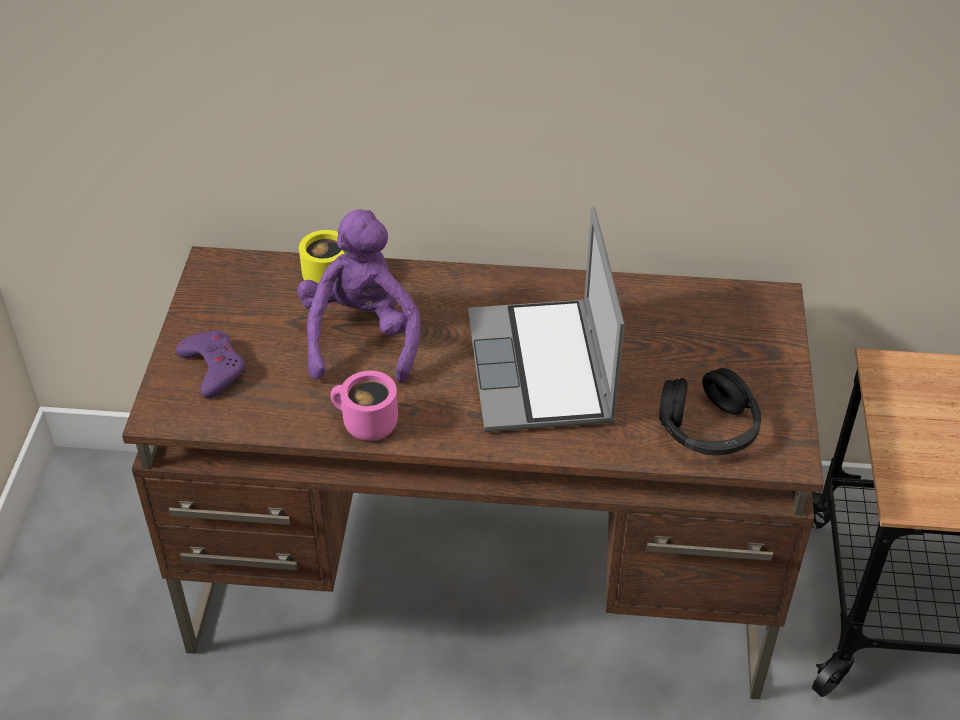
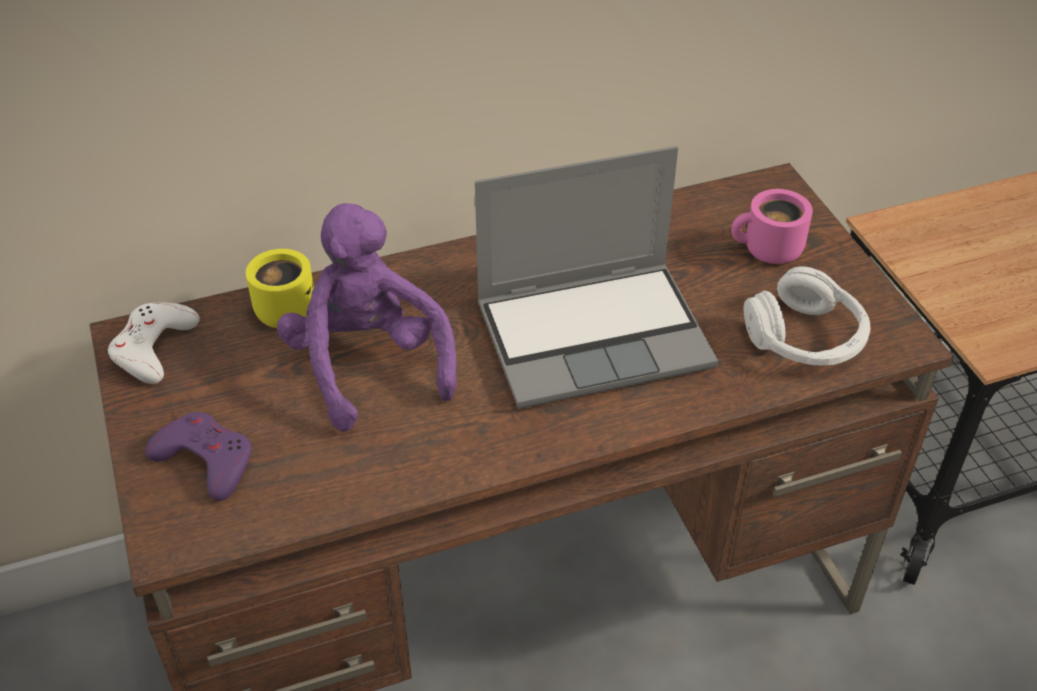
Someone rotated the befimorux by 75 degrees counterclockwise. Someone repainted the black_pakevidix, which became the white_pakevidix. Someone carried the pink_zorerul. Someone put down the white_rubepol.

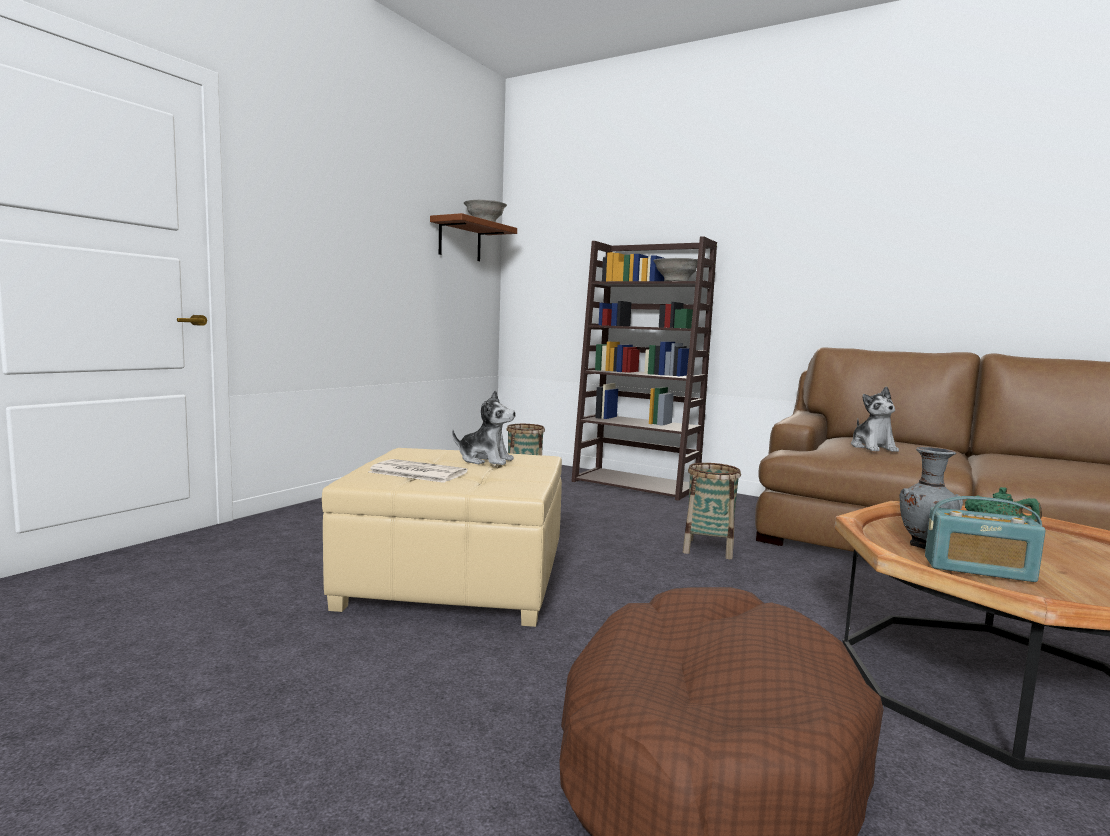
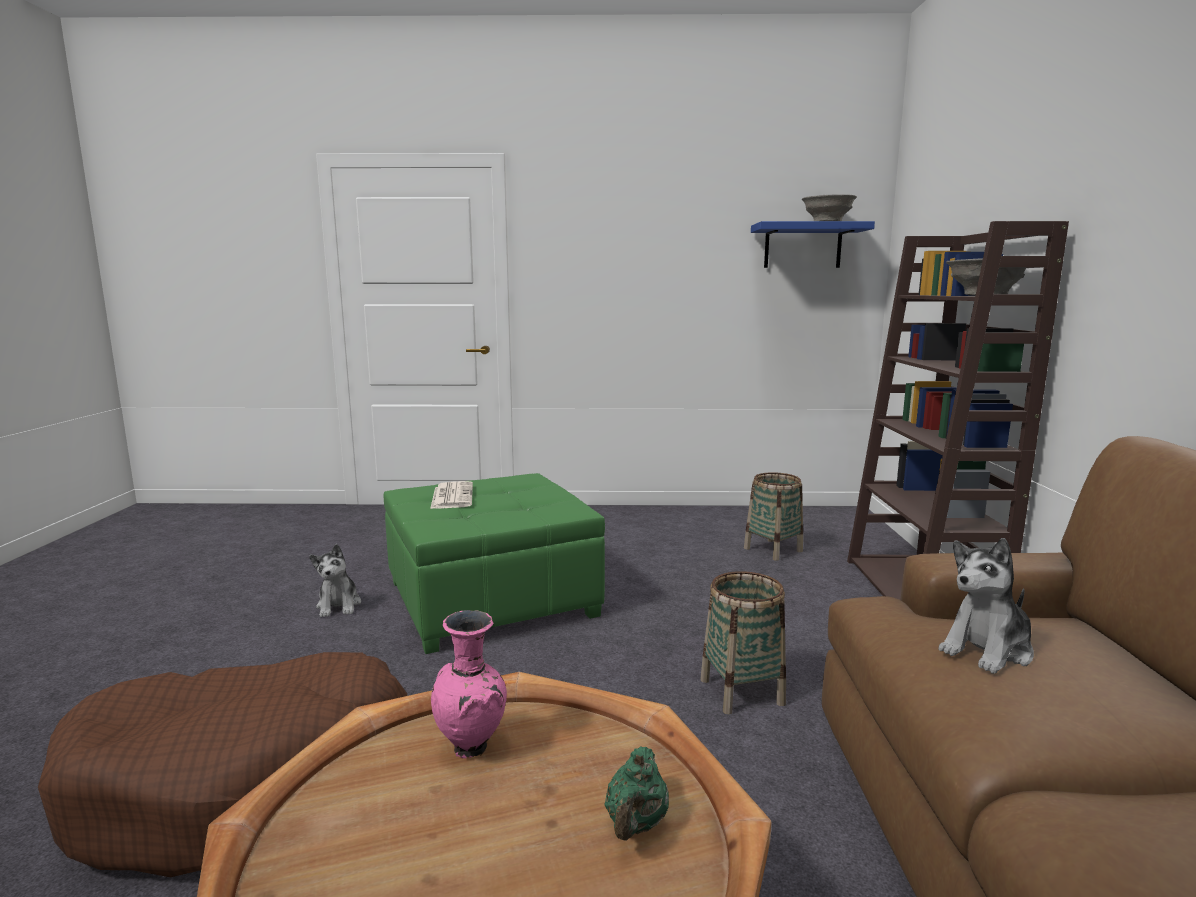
Someone repainted the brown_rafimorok, which became the blue_rafimorok. Someone carried the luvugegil (1st from left). Someone repainted the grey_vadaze, which became the pink_vadaze. Someone repainted the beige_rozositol, which became the green_rozositol. Someone took away the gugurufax.

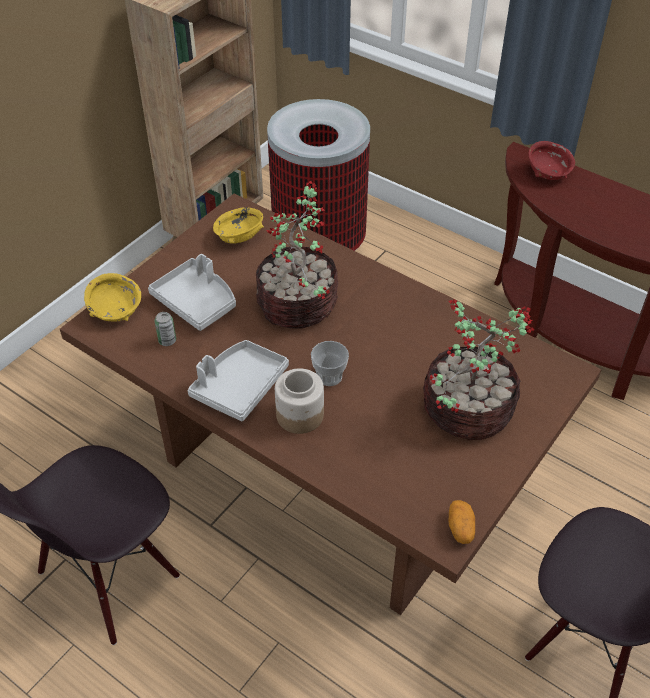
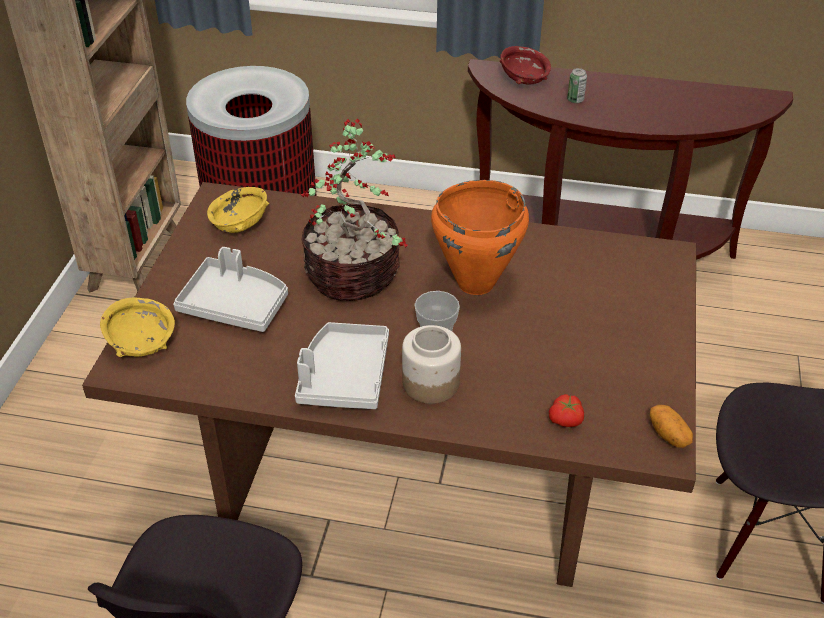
Someone took away the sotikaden (2nd from left). Someone carried the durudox. Someone put down the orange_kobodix. Someone put down the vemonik.

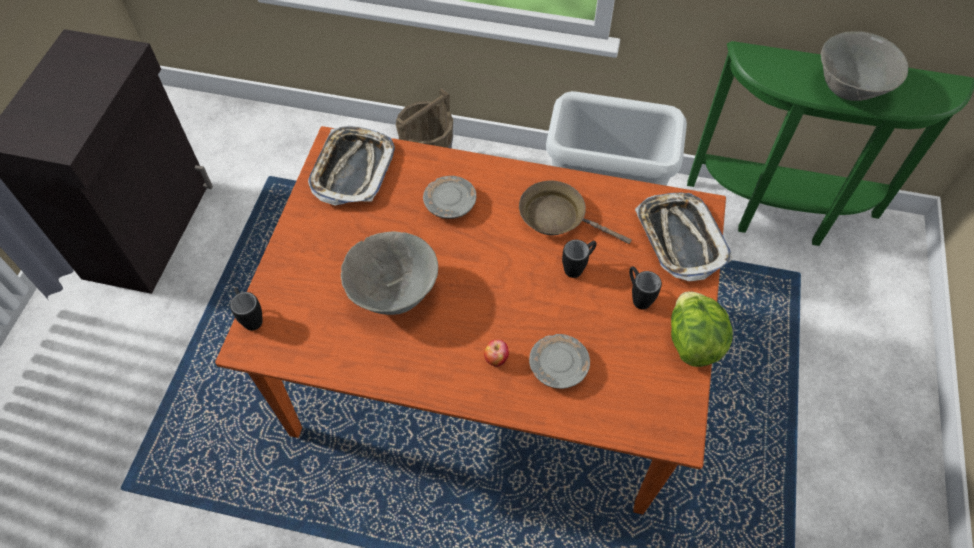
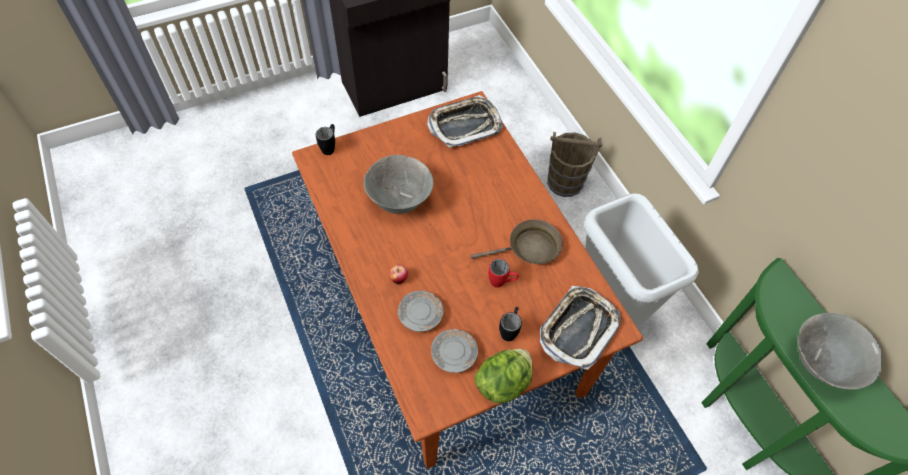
Someone carried the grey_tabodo (1st from left in the first image). Someone rotated the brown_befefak by 90 degrees clockwise. Someone repainted the black_zorerul (2nd from left), which became the red_zorerul.

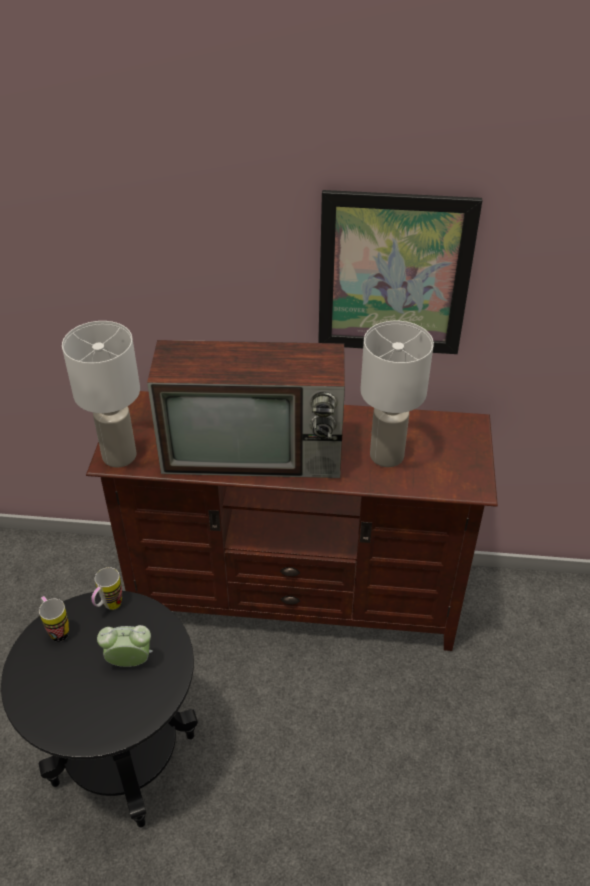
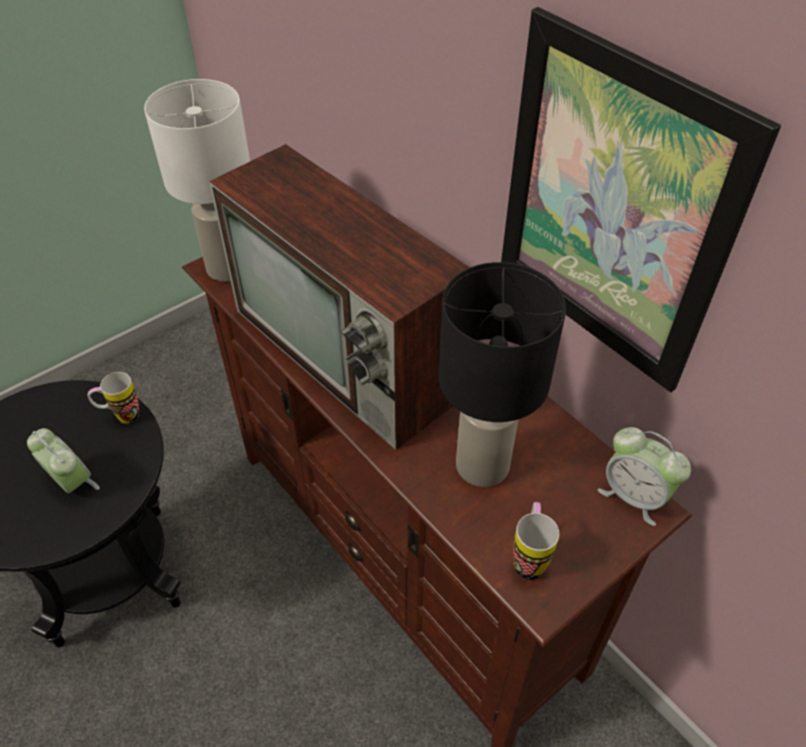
Someone repainted the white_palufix (2nd from left), which became the black_palufix. Someone carried the zorerul (1st from left in the first image). Someone put down the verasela (2nd from left).

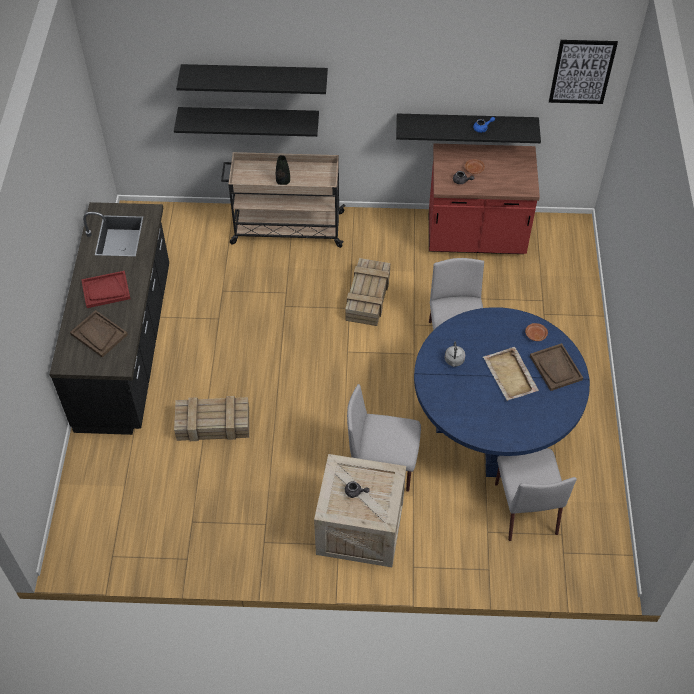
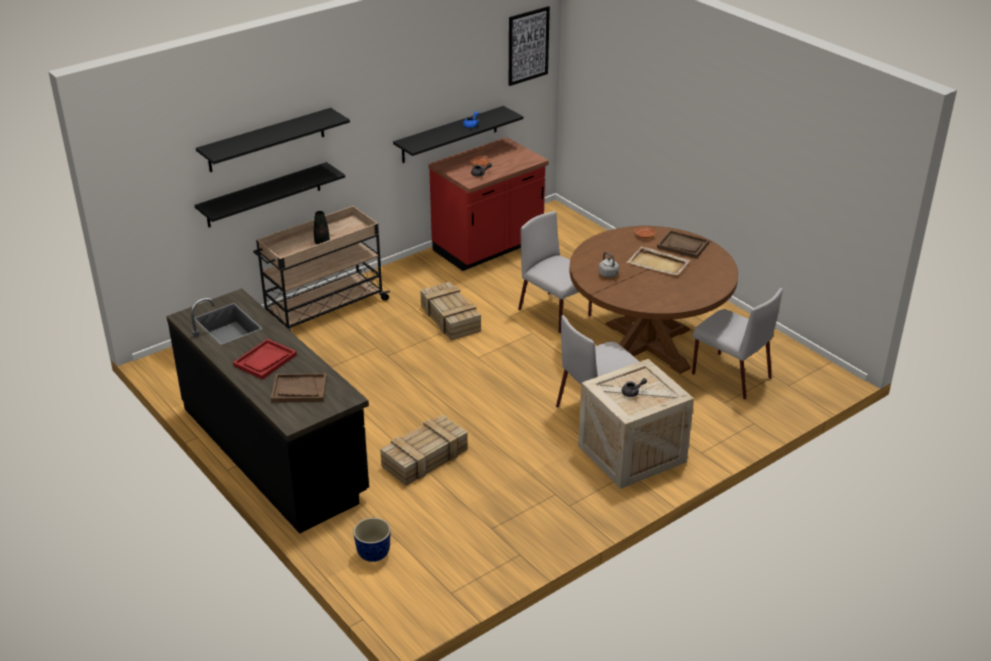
Someone repainted the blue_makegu, which became the brown_makegu. Someone put down the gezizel.

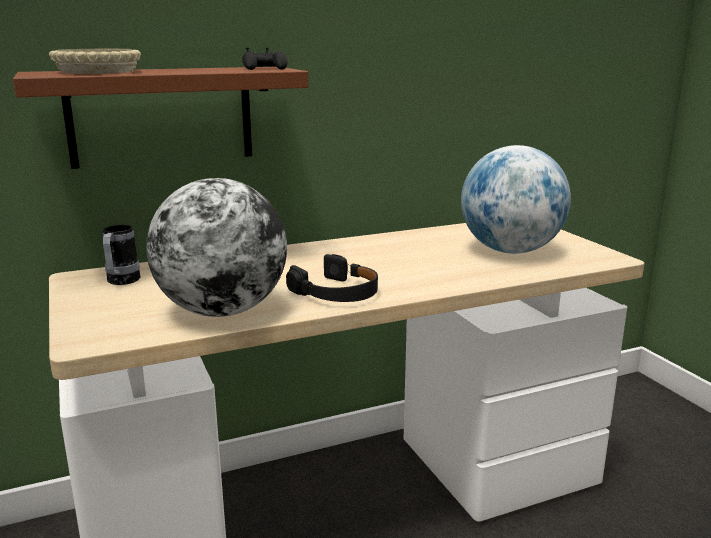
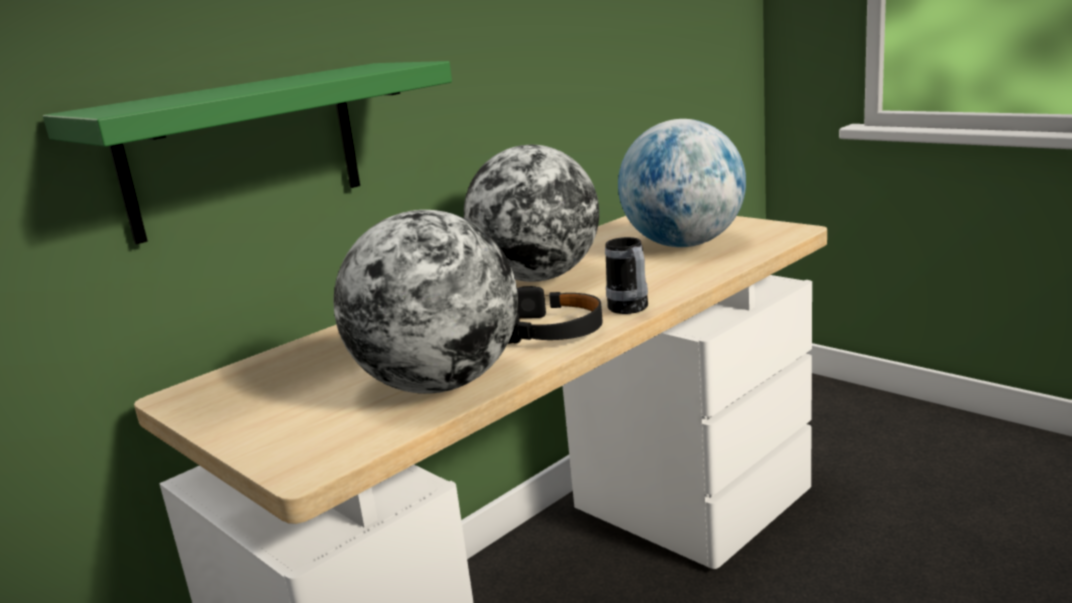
Someone took away the black_rubepol. Someone took away the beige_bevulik. Someone repainted the brown_rafimorok, which became the green_rafimorok. Someone carried the zorerul. Someone put down the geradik (2nd from left).

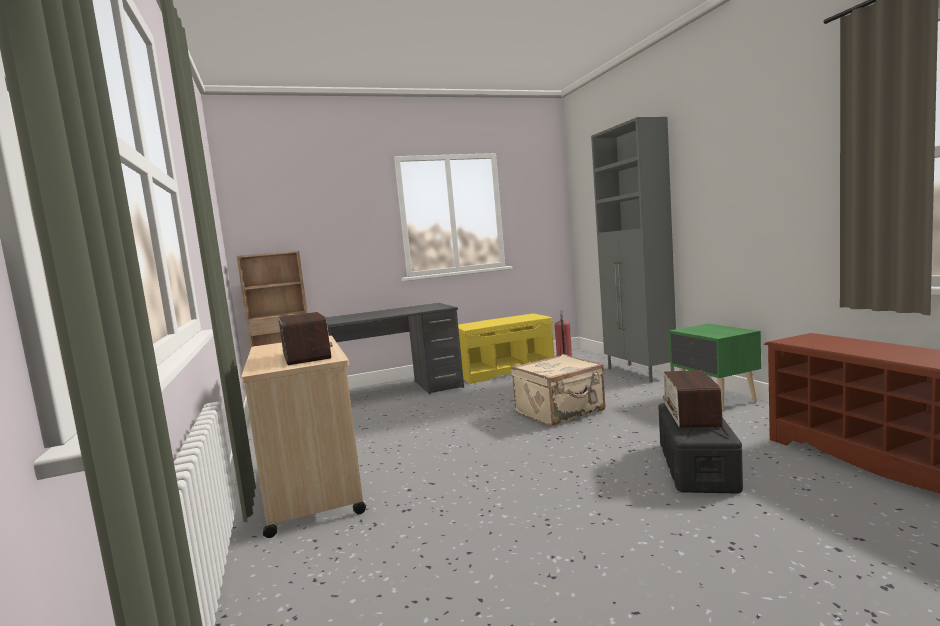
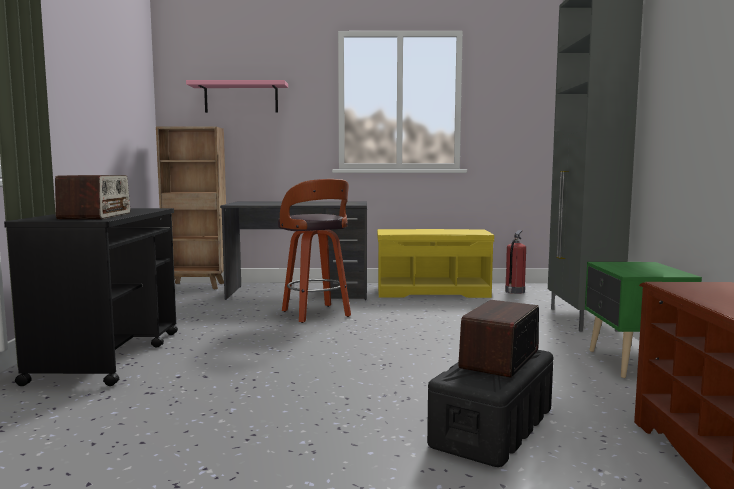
Someone repainted the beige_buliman, which became the black_buliman. Someone took away the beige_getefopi. Someone put up the pink_rafimorok. Someone put down the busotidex.

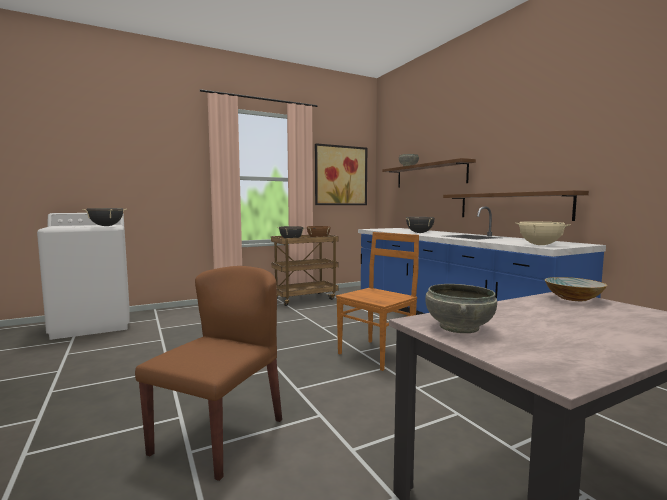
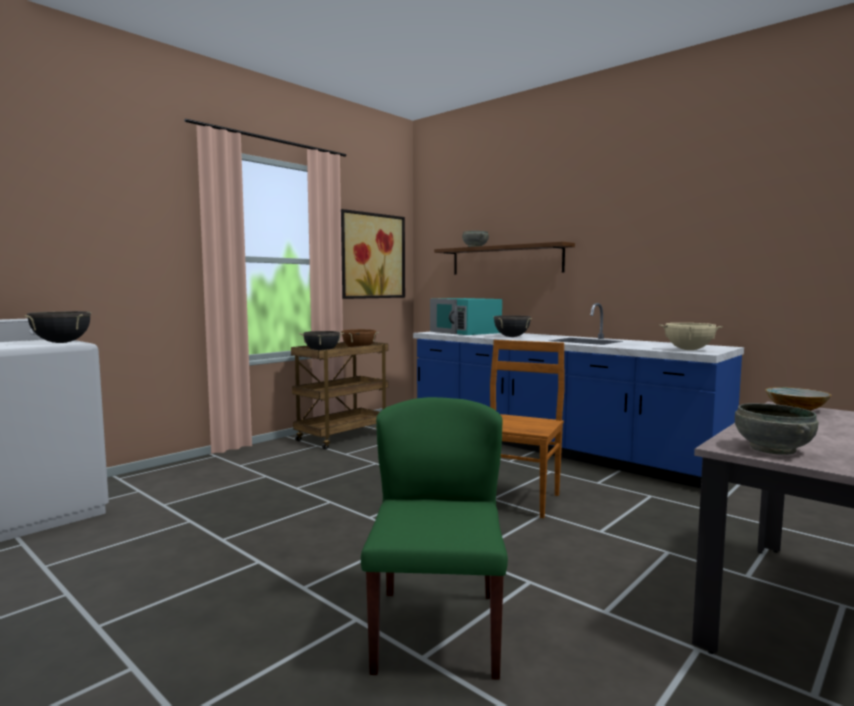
Someone took away the brown_rafimorok (2nd from left). Someone repainted the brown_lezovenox (1st from left), which became the green_lezovenox. Someone put down the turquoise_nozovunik.

